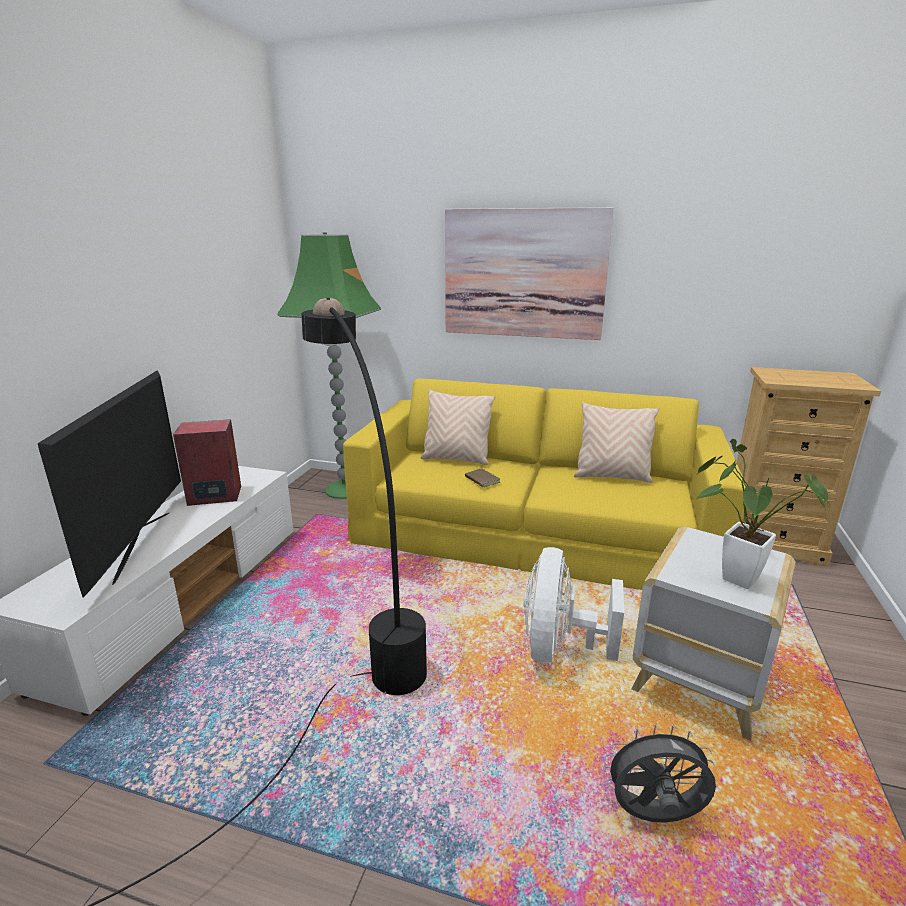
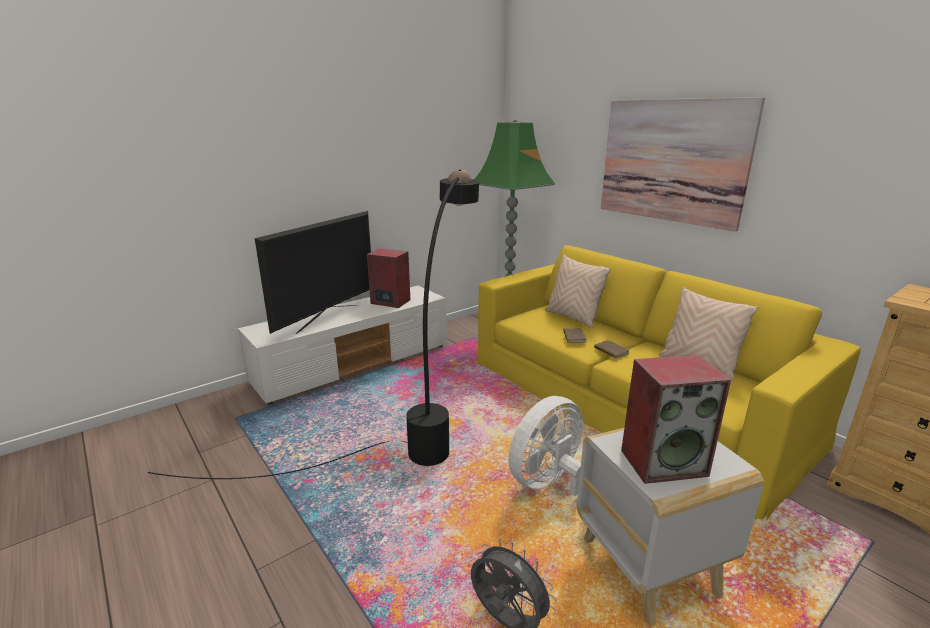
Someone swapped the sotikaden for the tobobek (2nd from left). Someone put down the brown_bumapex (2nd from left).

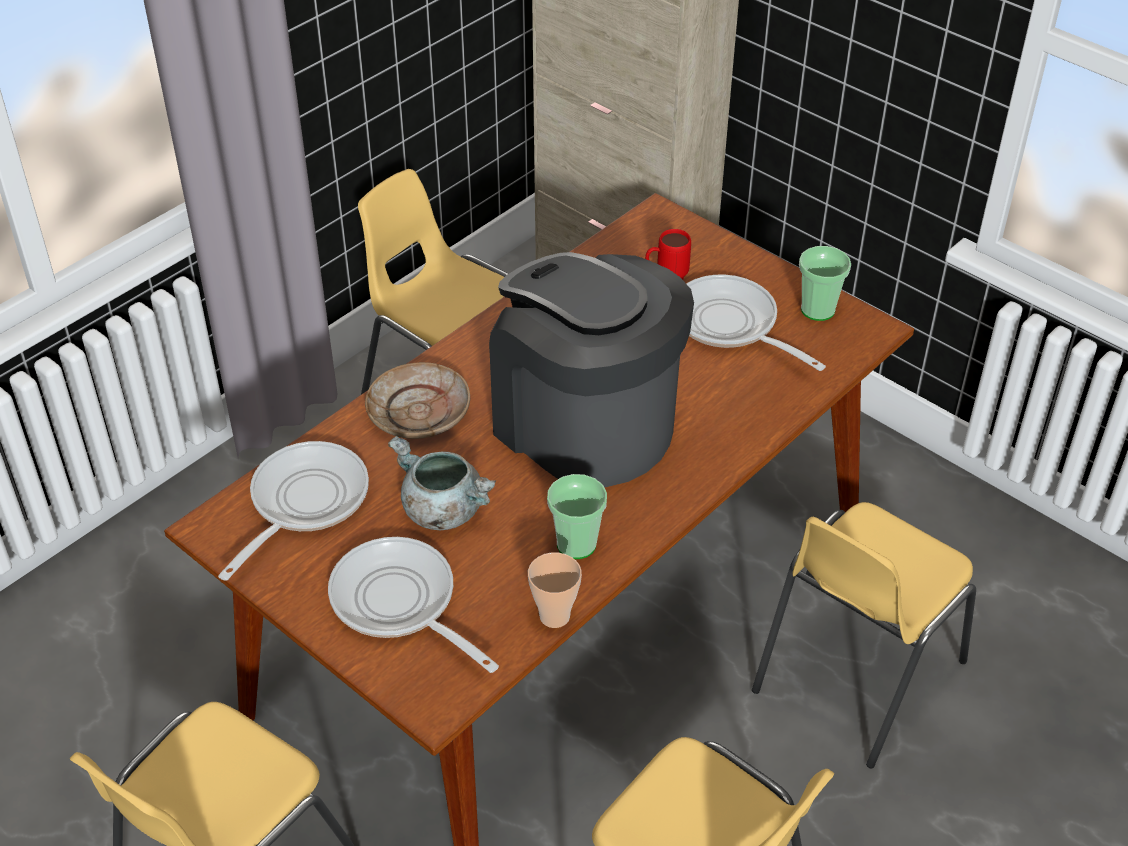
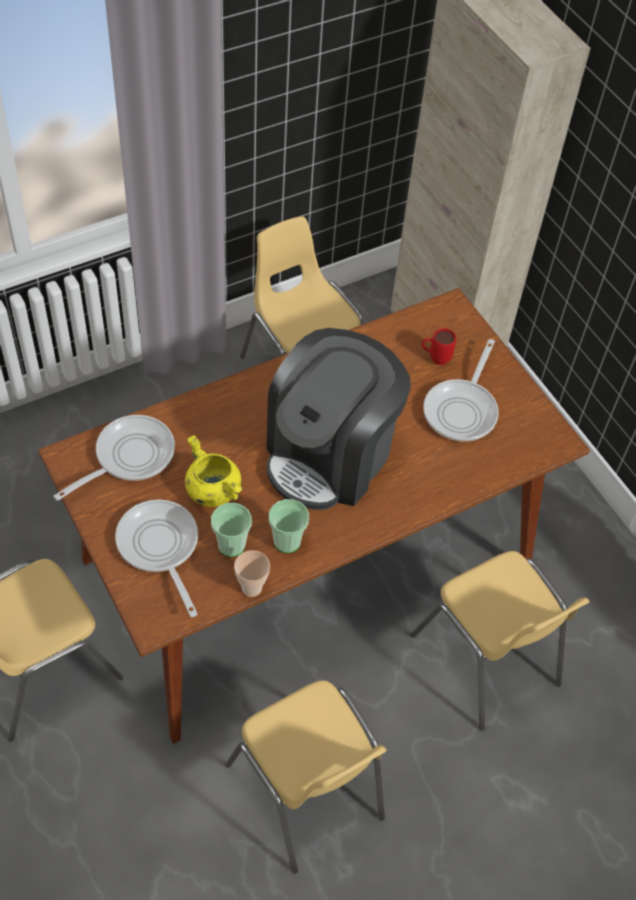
Someone carried the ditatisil (3rd from left in the first image). Someone rotated the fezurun by 120 degrees counterclockwise. Someone rotated the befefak (3rd from left) by 135 degrees counterclockwise. Someone took away the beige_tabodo. Someone repainted the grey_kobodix, which became the yellow_kobodix. Someone rotated the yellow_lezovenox (4th from left) by 90 degrees counterclockwise.

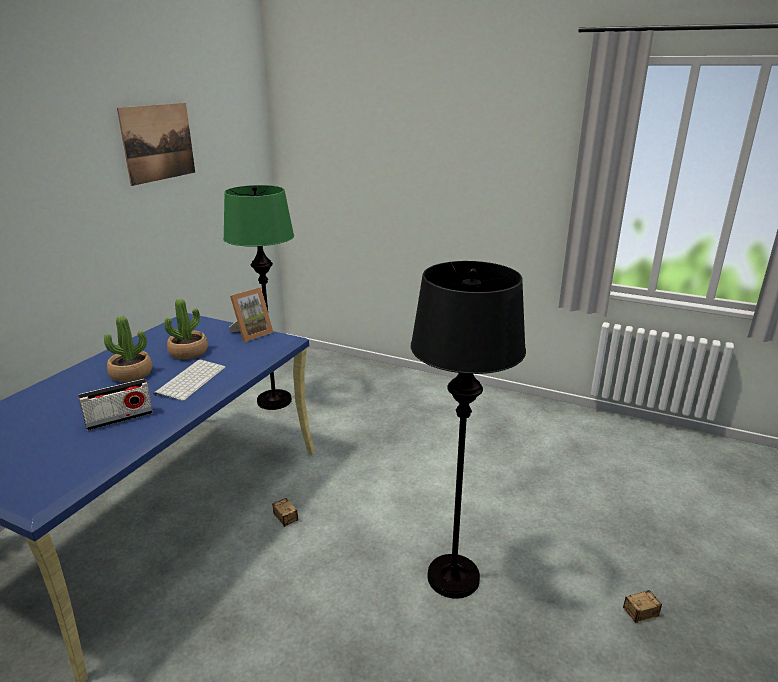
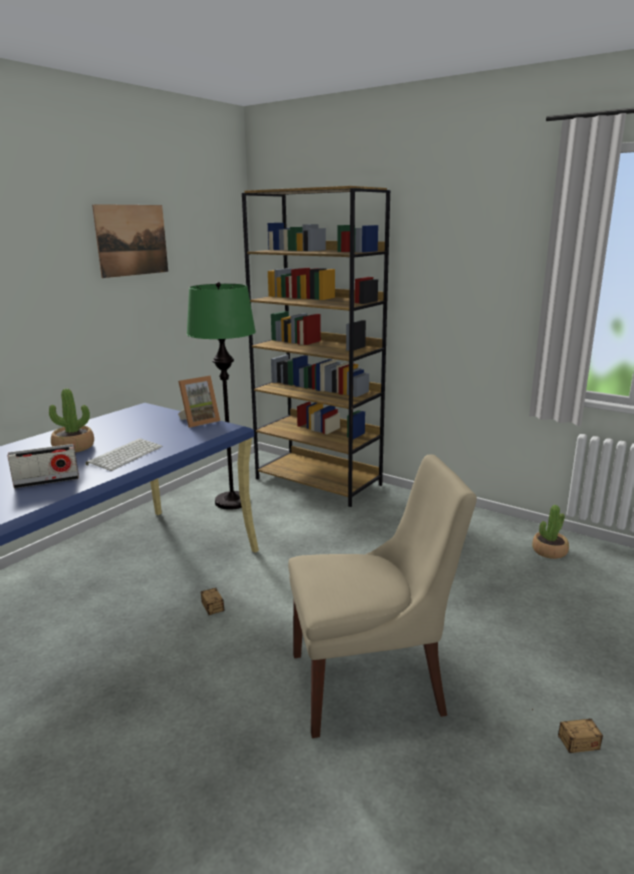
Someone swapped the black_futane for the beige_lezovenox. Someone carried the sotikaden (2nd from left). Someone put down the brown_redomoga.

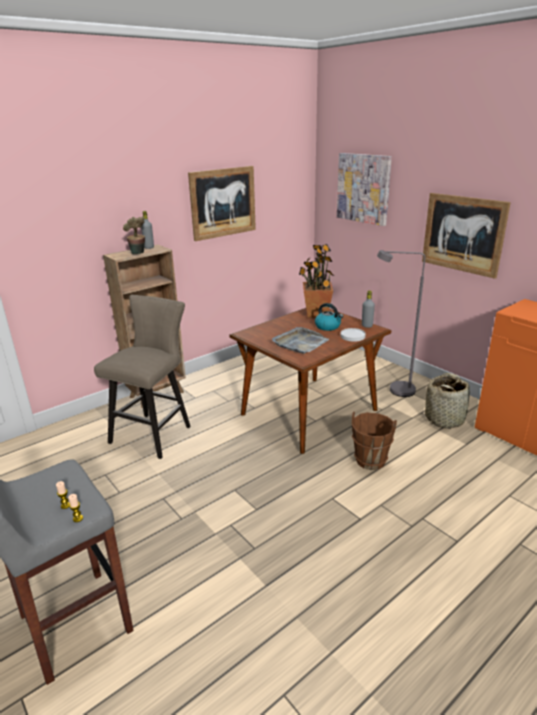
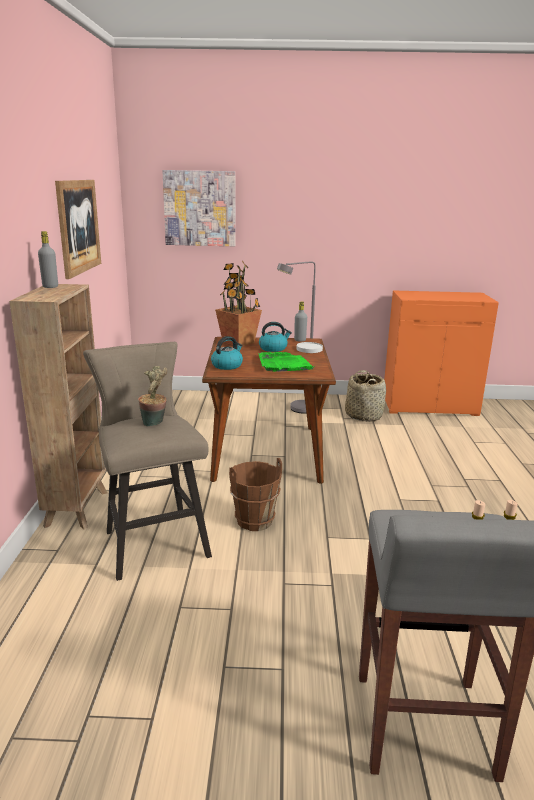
Someone took away the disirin (3rd from left). Someone carried the sotikaden (1st from left). Someone repainted the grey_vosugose, which became the green_vosugose. Someone carried the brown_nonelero. Someone put down the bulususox (1st from left).

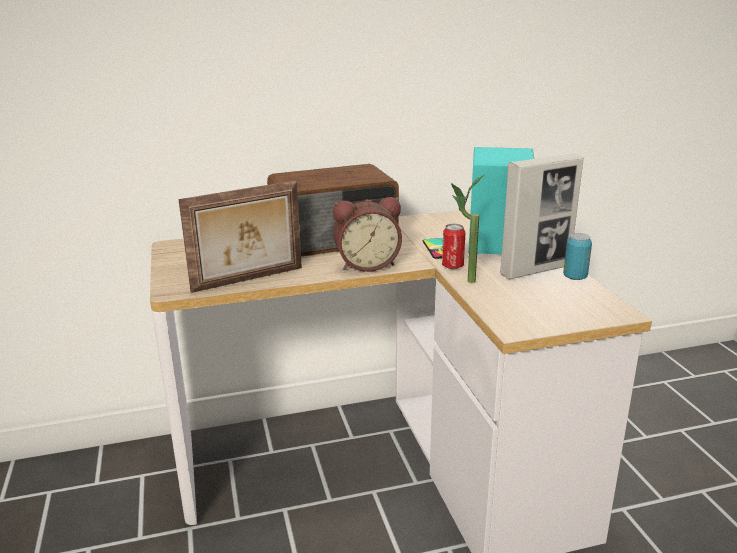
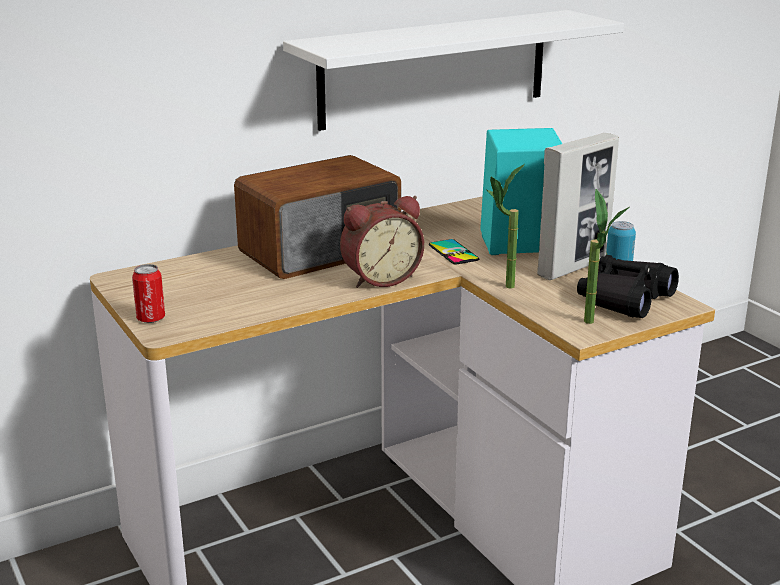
Someone took away the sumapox (1st from left). Someone carried the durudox (1st from left). Someone put up the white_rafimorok. Someone put down the sotikaden (2nd from left). Someone put down the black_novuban.

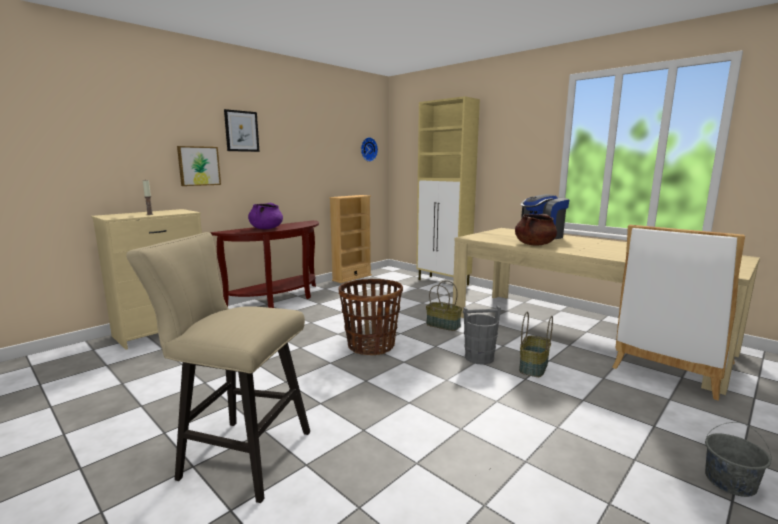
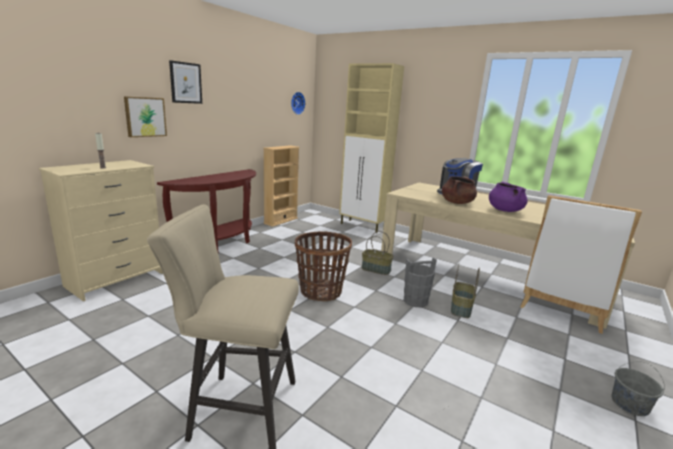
Someone carried the purple_kobodix.

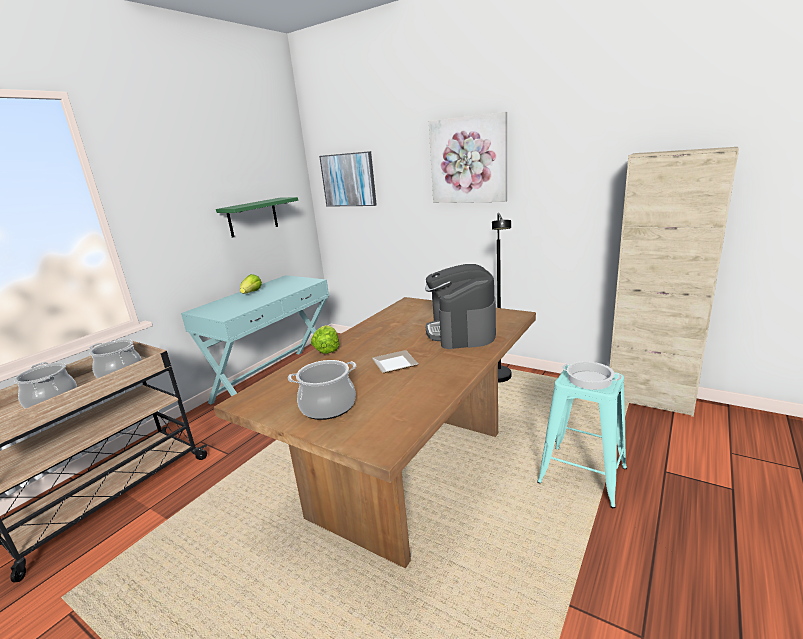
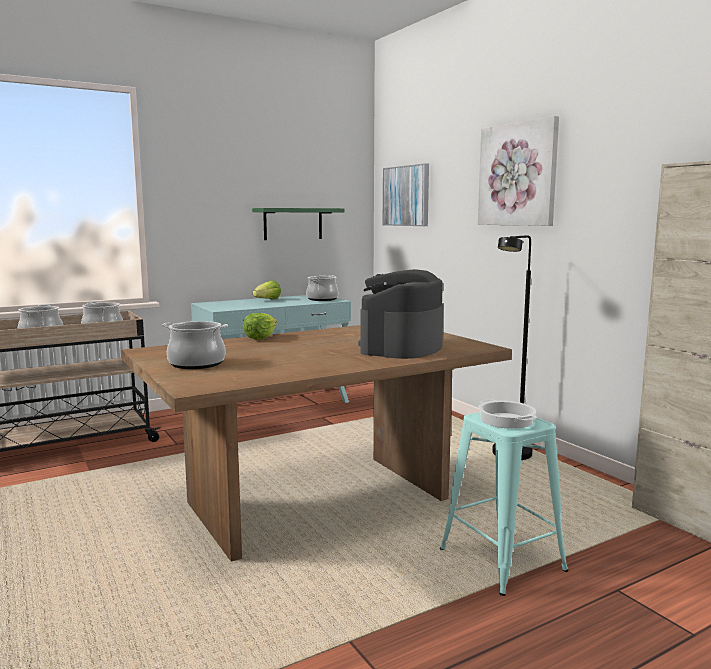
Someone took away the tabodo. Someone put down the kobodix (4th from left).

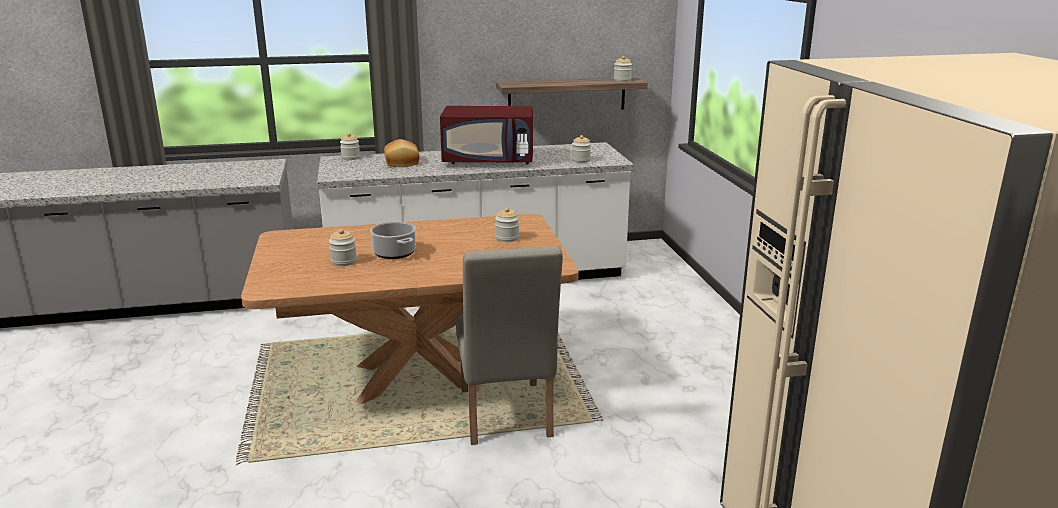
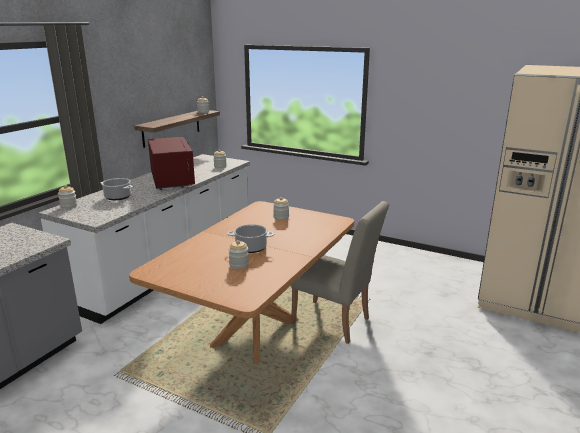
Someone rotated the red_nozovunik by 60 degrees counterclockwise. Someone swapped the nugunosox for the kobodix (1st from left).

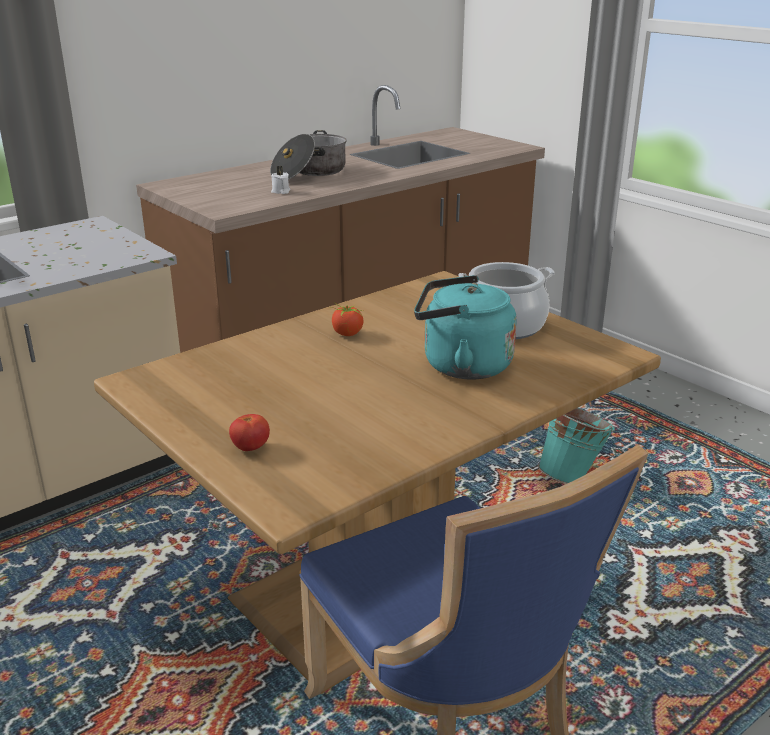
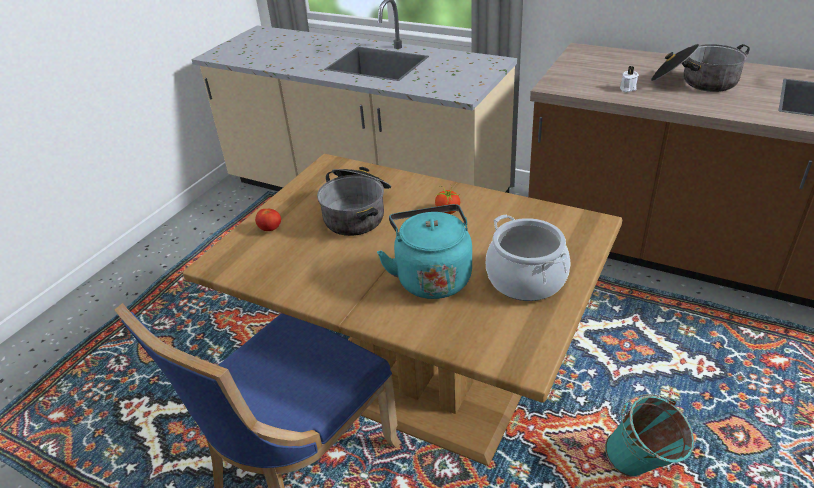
Someone put down the kobodix (1st from left).

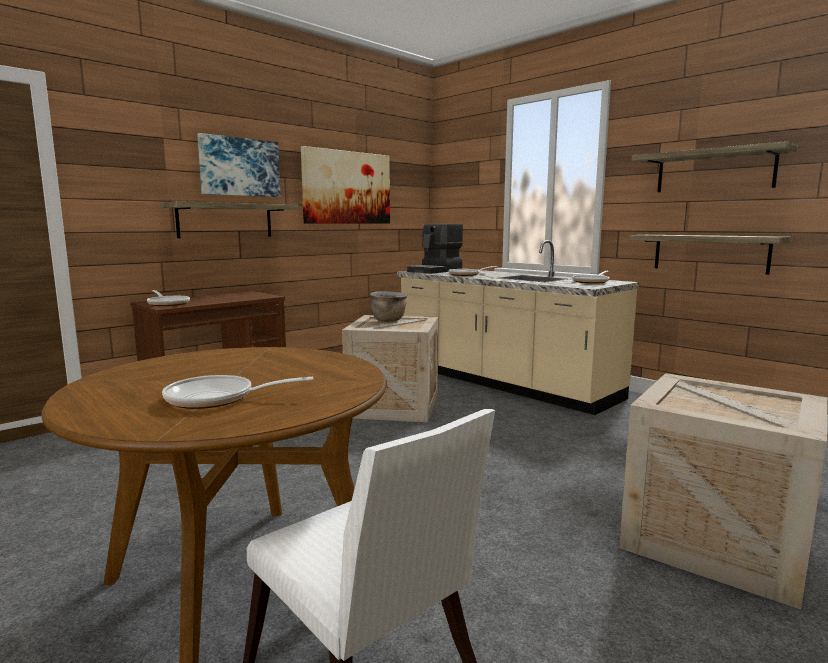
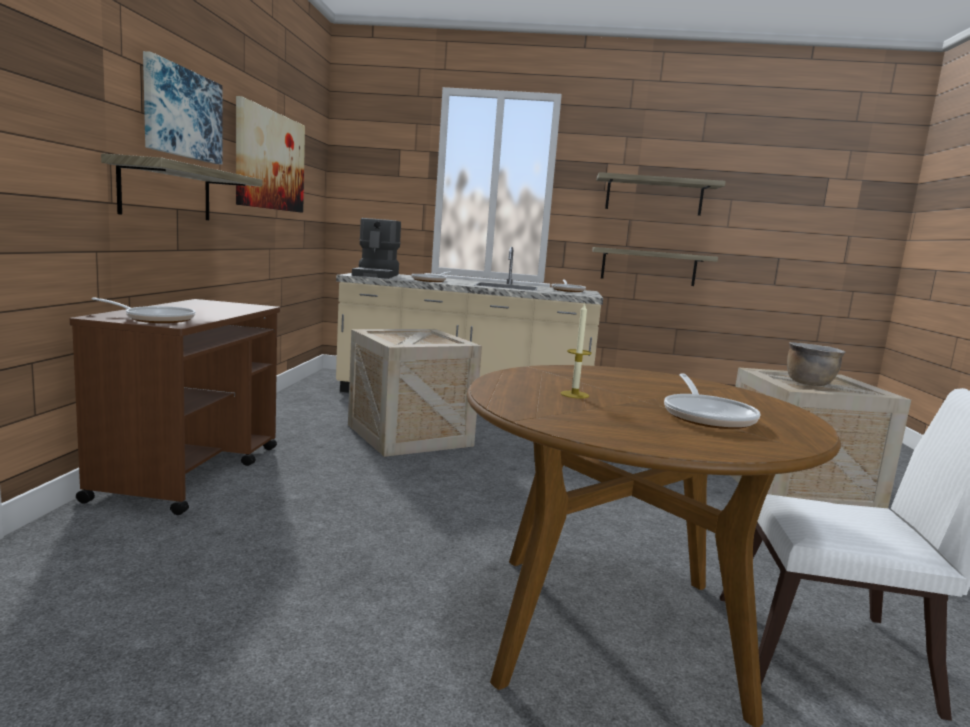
Someone carried the brown_kobodix. Someone rotated the befefak (2nd from left in the first image) by 45 degrees counterclockwise. Someone put down the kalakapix.

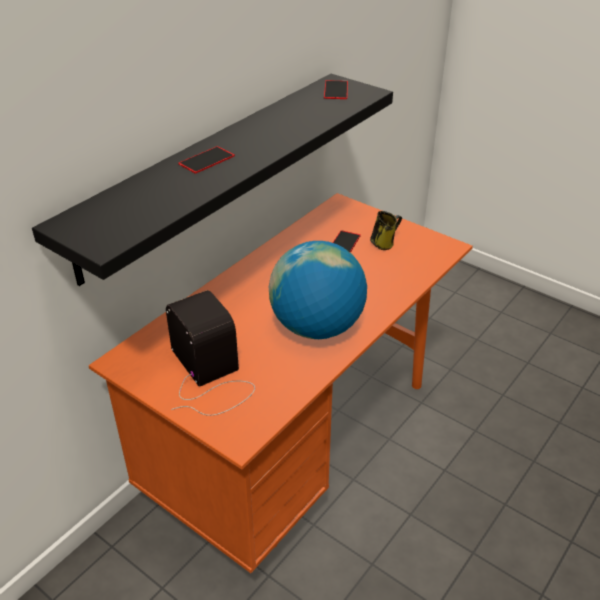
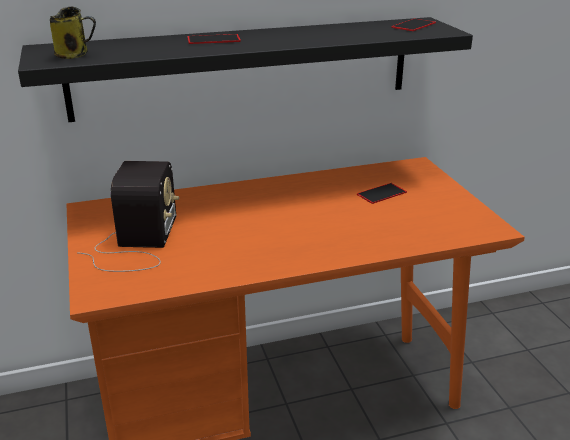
Someone carried the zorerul. Someone took away the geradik.

